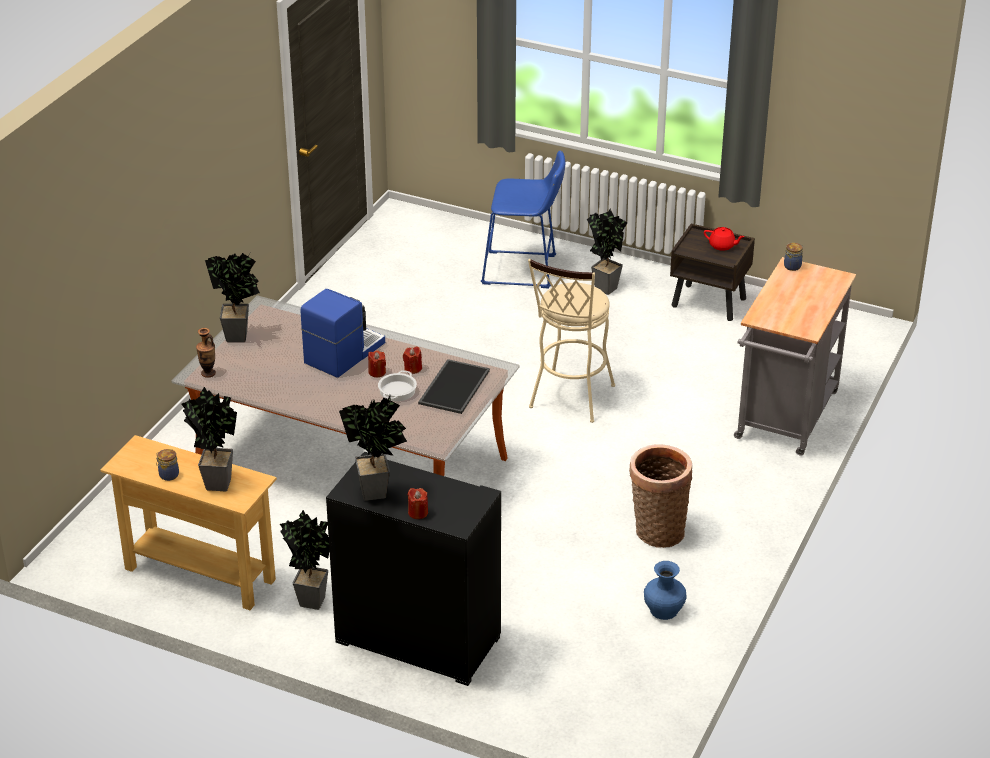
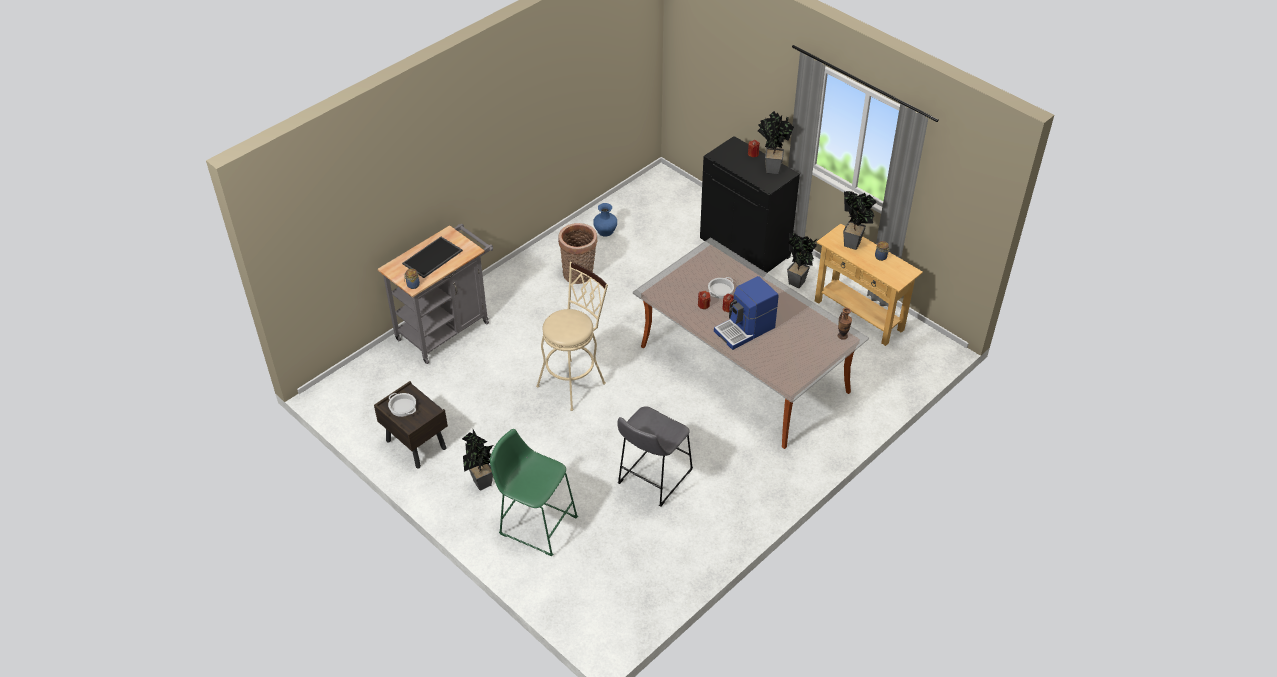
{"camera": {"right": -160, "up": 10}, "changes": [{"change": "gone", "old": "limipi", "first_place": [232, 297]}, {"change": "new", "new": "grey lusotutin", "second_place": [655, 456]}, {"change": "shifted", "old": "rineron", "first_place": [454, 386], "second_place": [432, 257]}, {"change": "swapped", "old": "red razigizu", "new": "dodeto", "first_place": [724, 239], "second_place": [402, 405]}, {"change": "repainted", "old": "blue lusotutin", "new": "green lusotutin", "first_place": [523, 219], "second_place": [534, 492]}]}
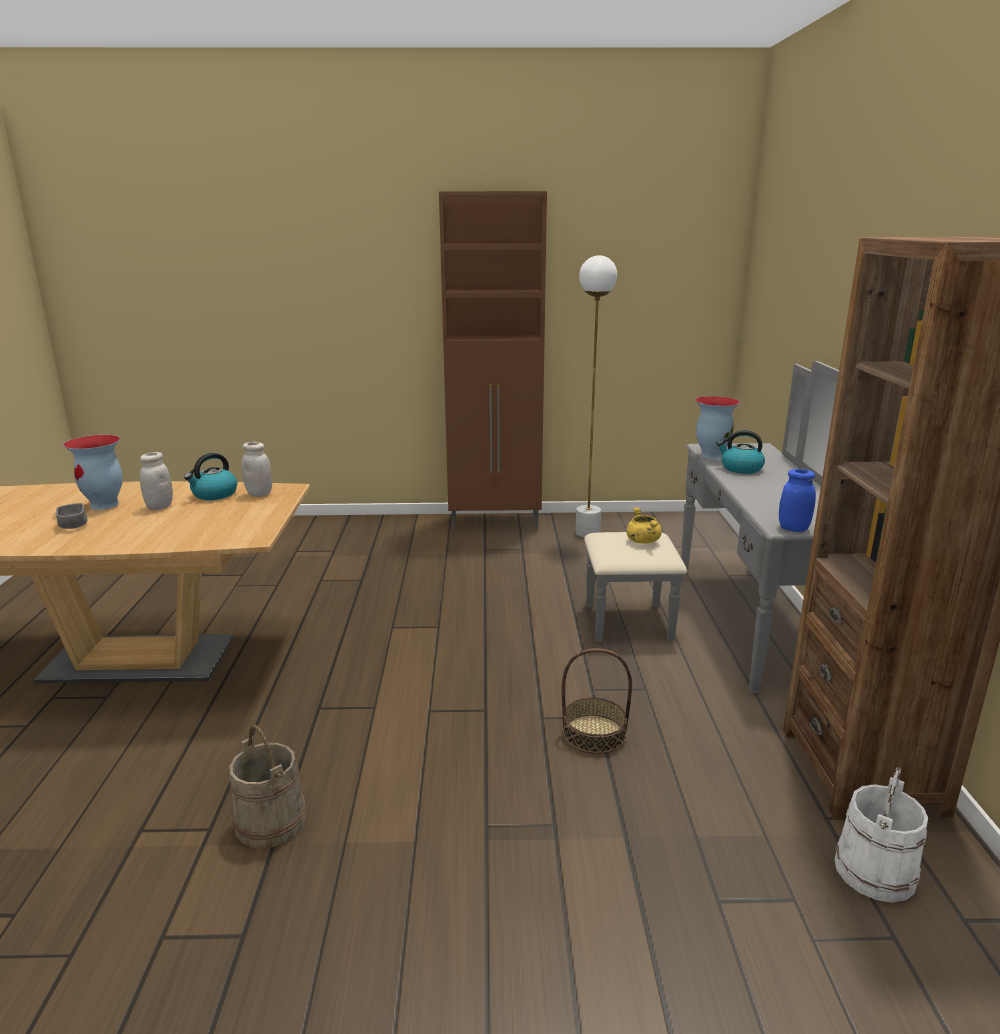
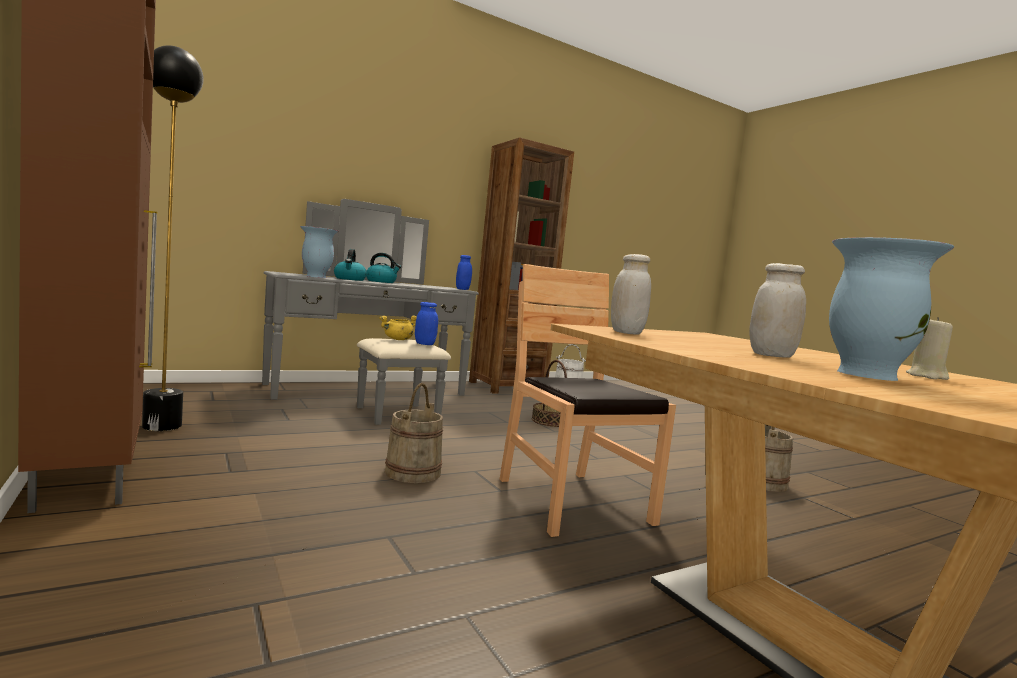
{"camera": {"right": -120, "up": -15}, "changes": [{"change": "new", "new": "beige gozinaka", "second_place": [414, 433]}, {"change": "new", "new": "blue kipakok", "second_place": [426, 323]}, {"change": "new", "new": "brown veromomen", "second_place": [588, 400]}, {"change": "shifted", "old": "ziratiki", "first_place": [210, 476], "second_place": [383, 268]}, {"change": "swapped", "old": "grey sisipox", "new": "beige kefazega", "first_place": [72, 516], "second_place": [929, 348]}, {"change": "repainted", "old": "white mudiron", "new": "black mudiron", "first_place": [596, 396], "second_place": [173, 238]}]}
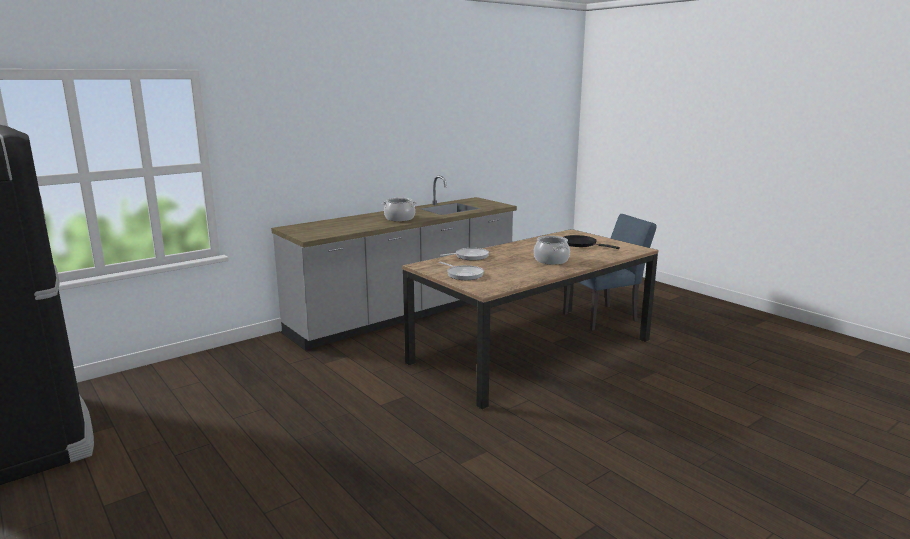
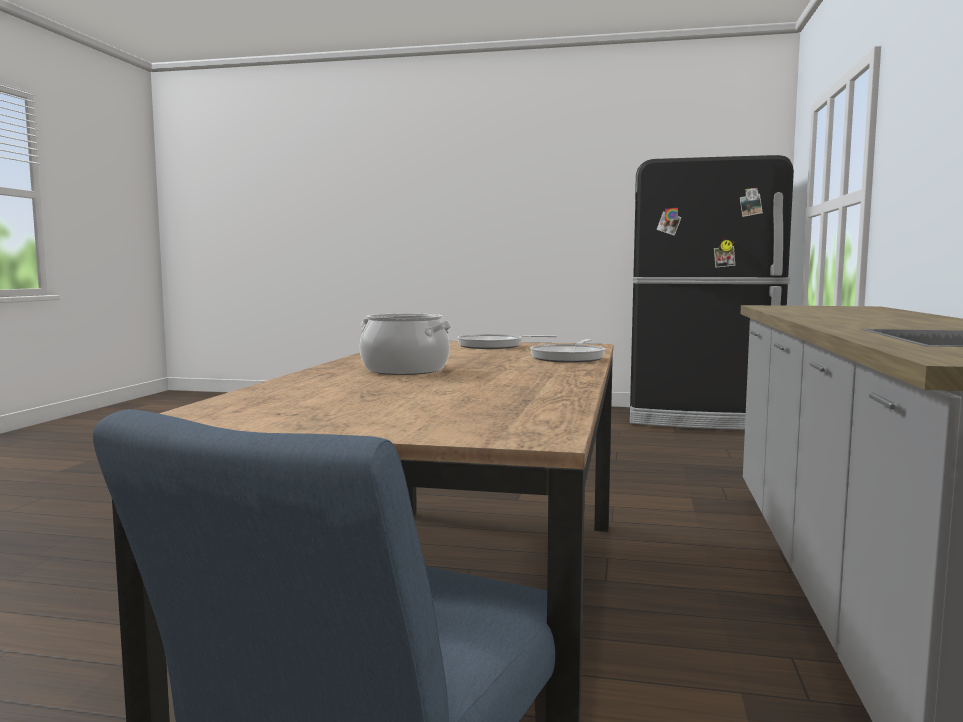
{"camera": {"right": 140, "up": -10}, "changes": [{"change": "gone", "old": "dodeto", "first_place": [399, 209]}, {"change": "gone", "old": "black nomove", "first_place": [592, 242]}]}
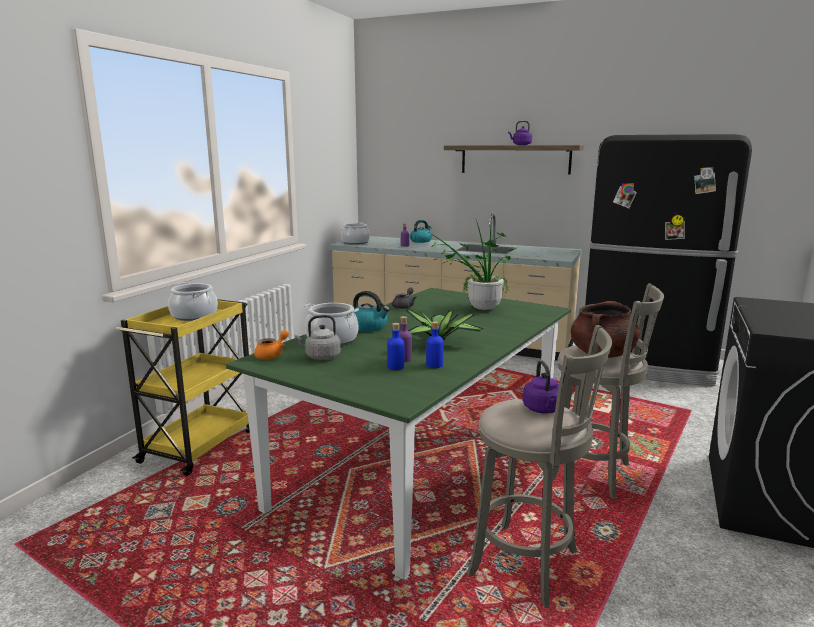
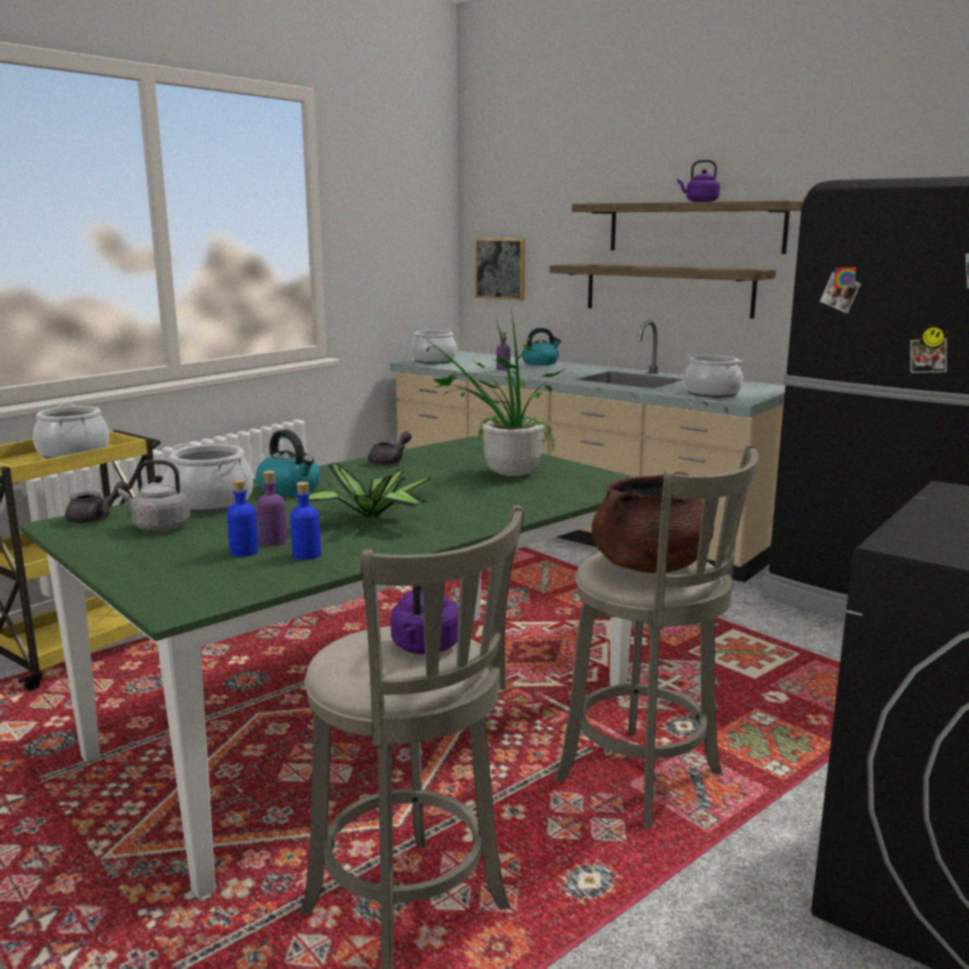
{"camera": {"right": 15, "up": 0}, "changes": [{"change": "new", "new": "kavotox", "second_place": [500, 269]}, {"change": "new", "new": "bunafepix", "second_place": [662, 291]}, {"change": "new", "new": "dodeto", "second_place": [713, 376]}, {"change": "repainted", "old": "orange razigizu", "new": "grey razigizu", "first_place": [271, 344], "second_place": [97, 502]}]}
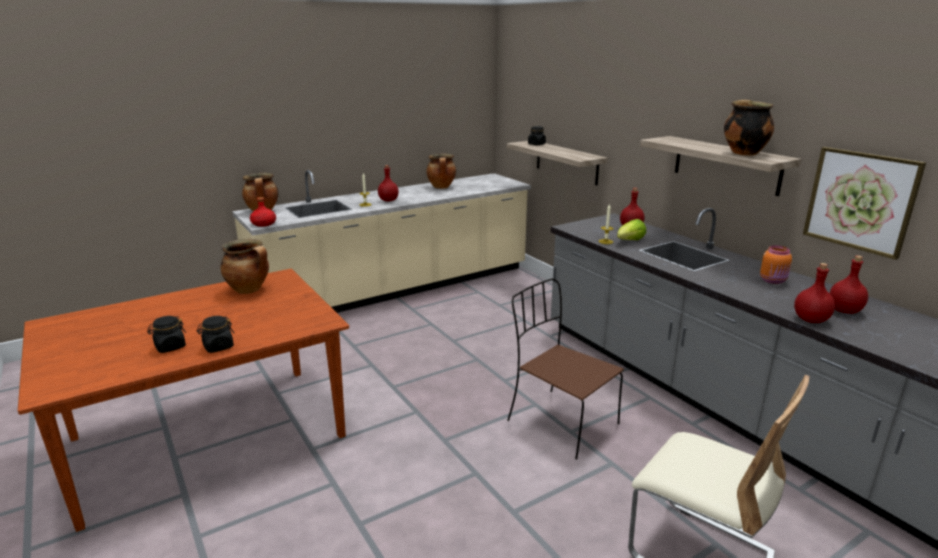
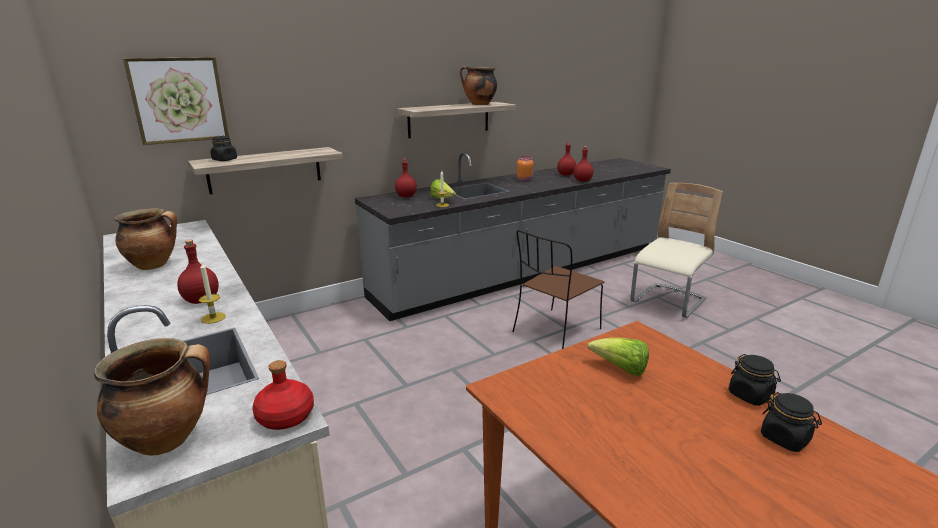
{"camera": {"right": -90, "up": 0}, "changes": [{"change": "gone", "old": "dodeto", "first_place": [245, 266]}, {"change": "new", "new": "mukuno", "second_place": [618, 357]}, {"change": "shifted", "old": "kavotox", "first_place": [864, 203], "second_place": [176, 101]}]}
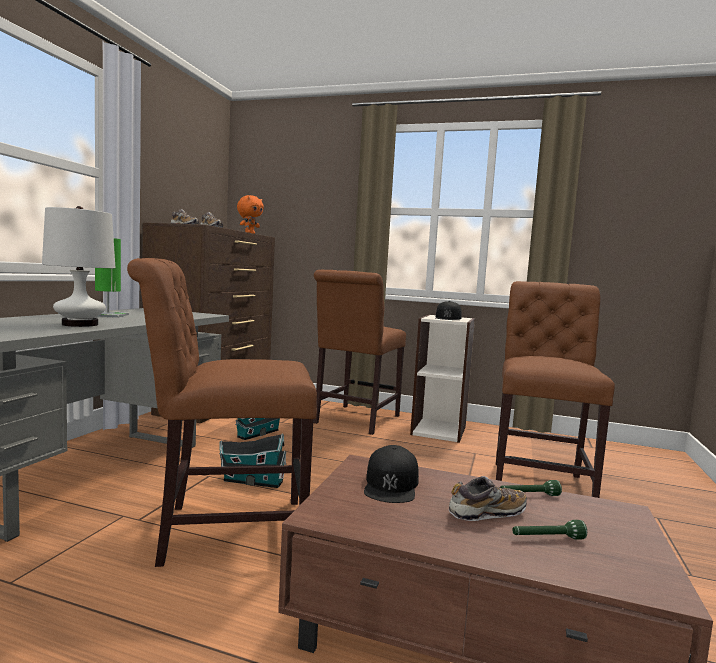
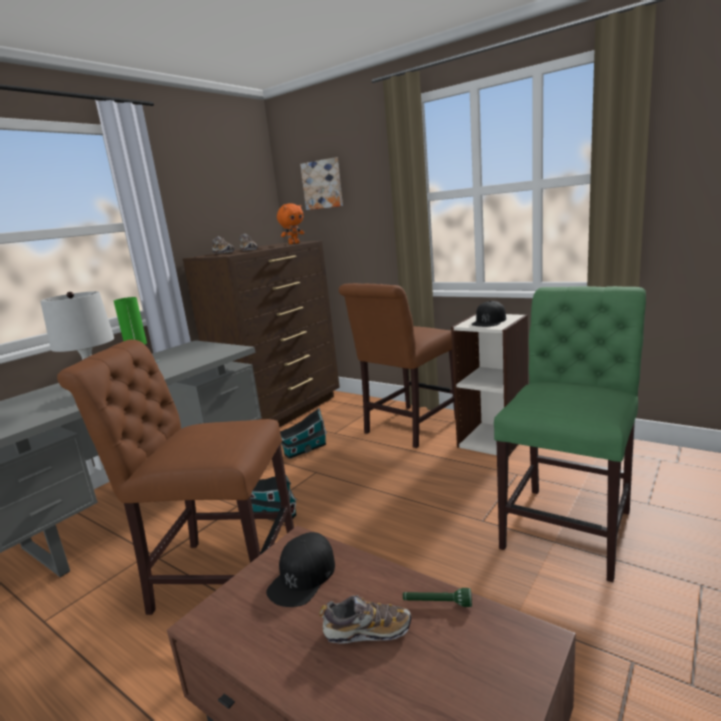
{"camera": {"right": 20, "up": 10}, "changes": [{"change": "gone", "old": "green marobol", "first_place": [549, 530]}, {"change": "new", "new": "kavotox", "second_place": [321, 183]}, {"change": "repainted", "old": "brown veromomen", "new": "green veromomen", "first_place": [555, 389], "second_place": [570, 434]}]}
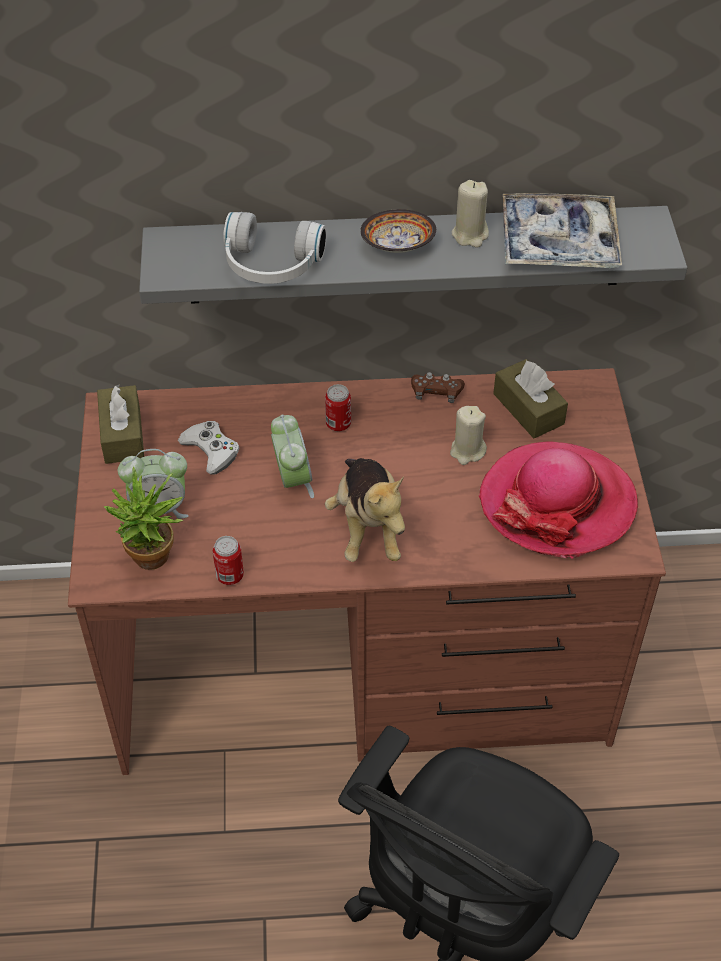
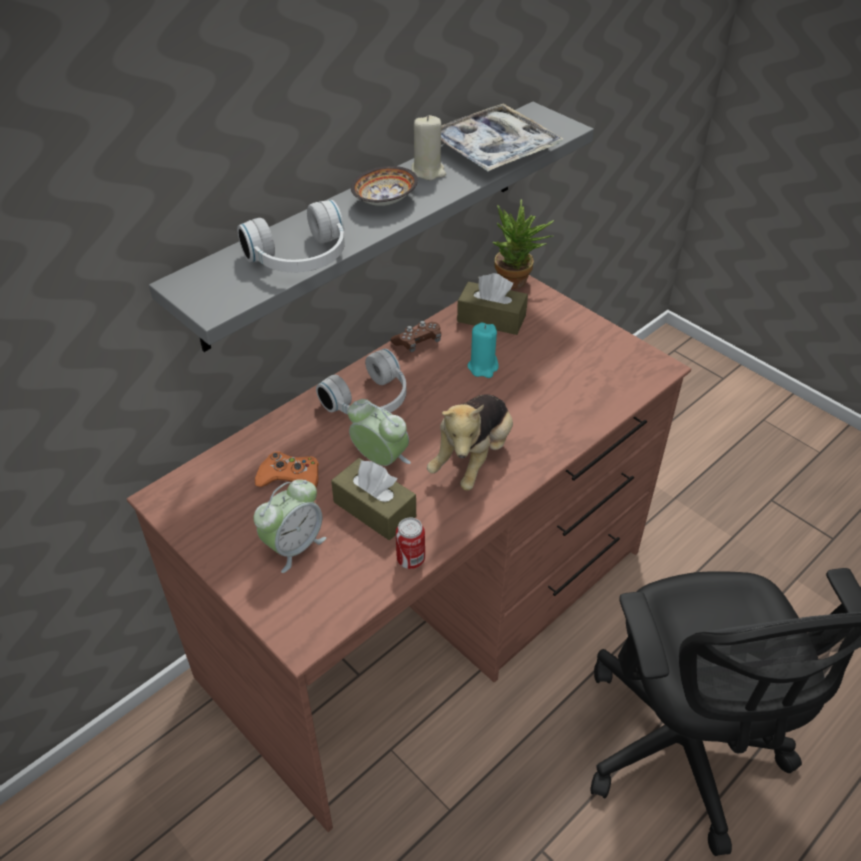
{"camera": {"right": -40, "up": -5}, "changes": [{"change": "gone", "old": "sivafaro", "first_place": [558, 500]}, {"change": "shifted", "old": "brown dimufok", "first_place": [120, 424], "second_place": [373, 499]}, {"change": "shifted", "old": "limipi", "first_place": [143, 518], "second_place": [523, 244]}, {"change": "swapped", "old": "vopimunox", "new": "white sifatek", "first_place": [338, 407], "second_place": [361, 382]}, {"change": "repainted", "old": "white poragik", "new": "orange poragik", "first_place": [208, 448], "second_place": [287, 470]}, {"change": "repainted", "old": "beige kefazega", "new": "turquoise kefazega", "first_place": [468, 435], "second_place": [483, 350]}, {"change": "rotated", "old": "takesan", "first_place": [365, 510], "second_place": [470, 442], "degrees": 75}]}
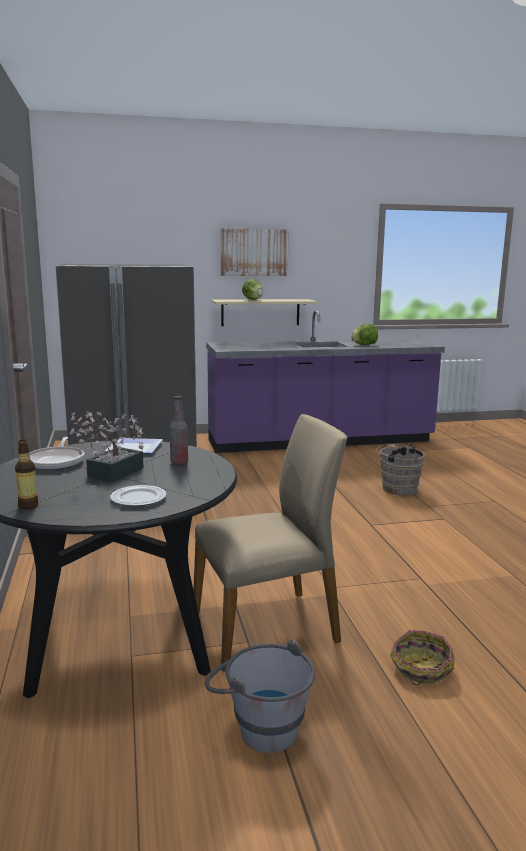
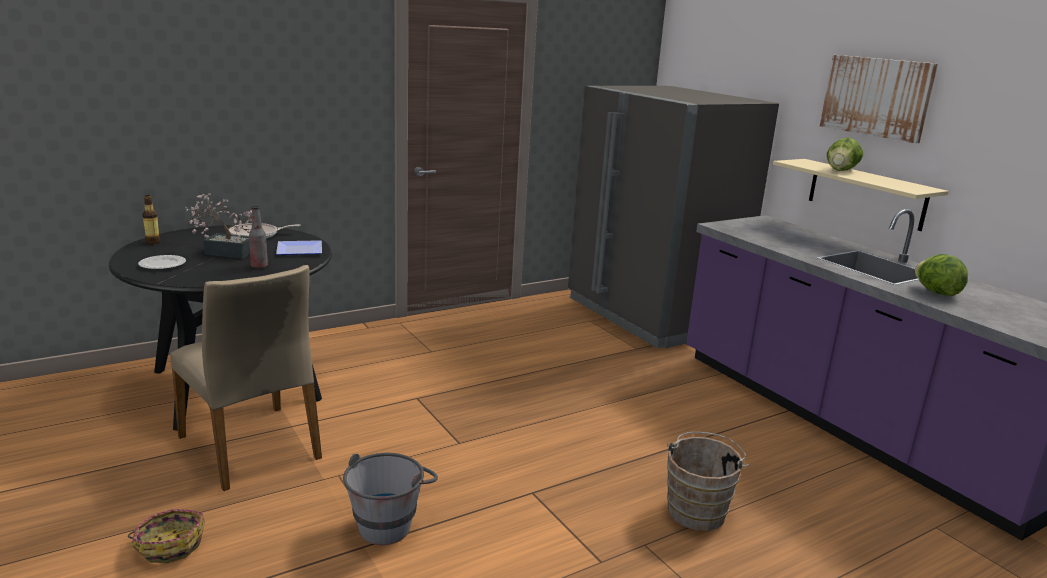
{"camera": {"right": 70, "up": 5}, "changes": [{"change": "shifted", "old": "grey gozinaka", "first_place": [260, 696], "second_place": [390, 499]}]}
